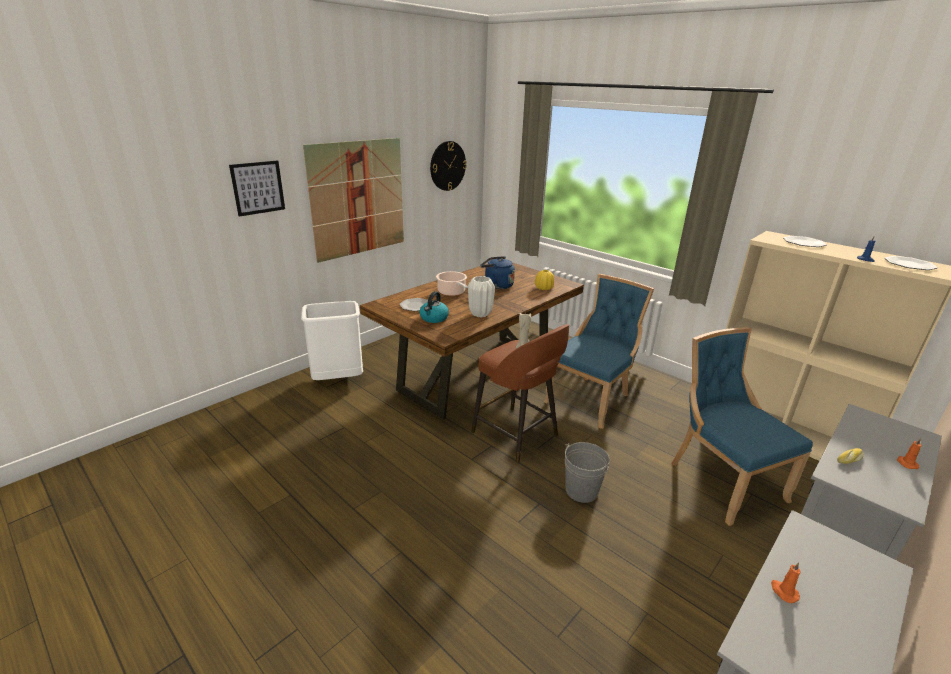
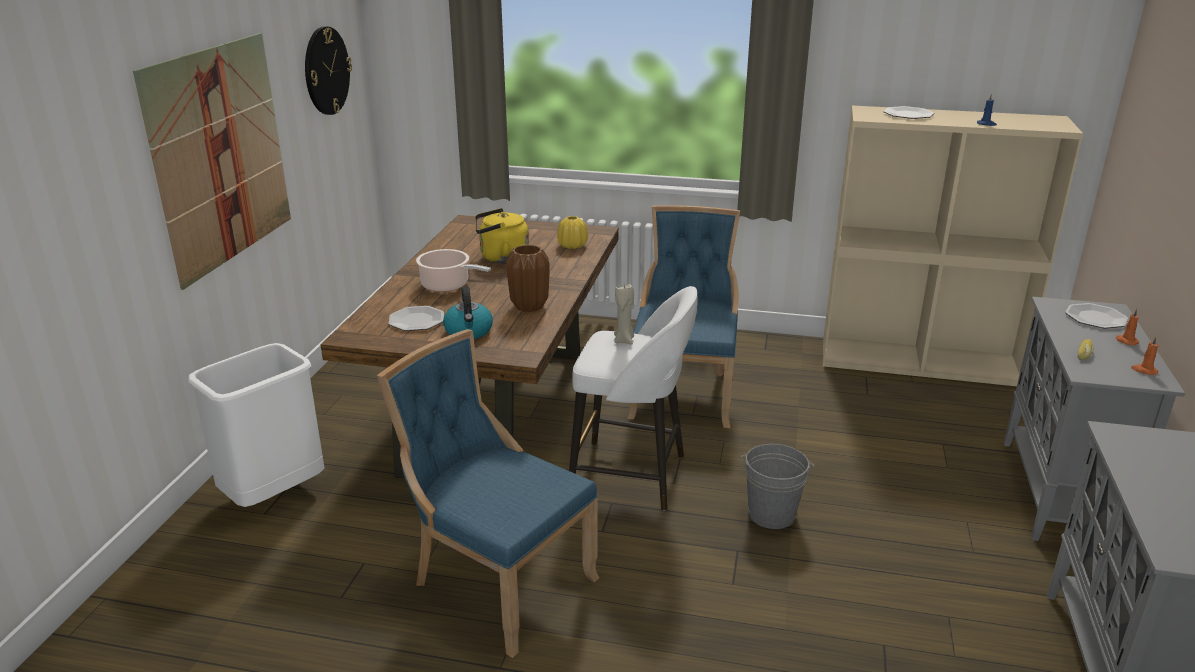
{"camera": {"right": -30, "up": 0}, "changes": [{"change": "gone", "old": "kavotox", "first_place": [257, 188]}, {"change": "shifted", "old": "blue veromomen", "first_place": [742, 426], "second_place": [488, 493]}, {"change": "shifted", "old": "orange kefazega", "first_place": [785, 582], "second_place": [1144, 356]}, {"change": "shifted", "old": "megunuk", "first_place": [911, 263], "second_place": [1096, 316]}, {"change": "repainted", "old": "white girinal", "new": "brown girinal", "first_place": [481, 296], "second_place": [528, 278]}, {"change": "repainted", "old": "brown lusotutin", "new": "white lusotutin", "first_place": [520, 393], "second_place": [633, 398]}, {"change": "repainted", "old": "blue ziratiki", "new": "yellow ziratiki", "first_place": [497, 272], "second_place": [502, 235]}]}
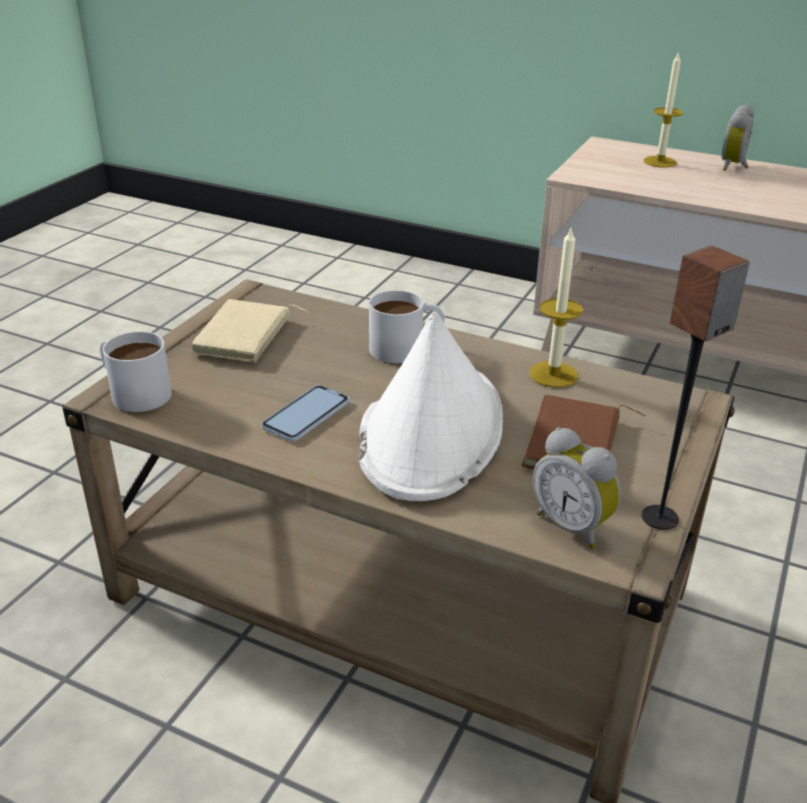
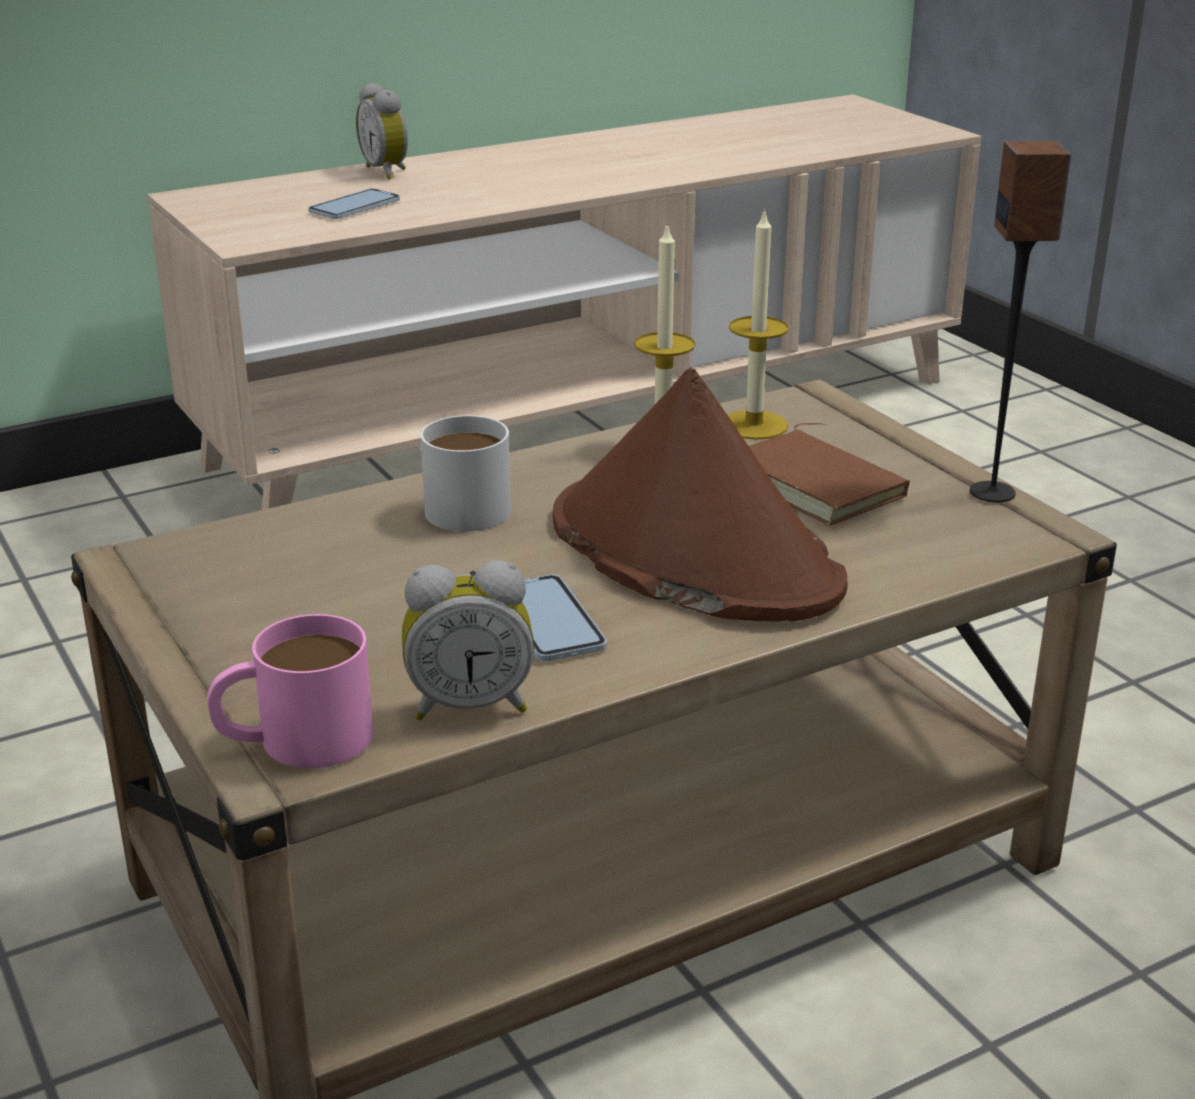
{"camera": {"right": -55, "up": -5}, "changes": [{"change": "gone", "old": "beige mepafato", "first_place": [250, 331]}, {"change": "new", "new": "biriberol", "second_place": [354, 204]}, {"change": "shifted", "old": "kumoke", "first_place": [576, 488], "second_place": [468, 640]}, {"change": "shifted", "old": "kefazega", "first_place": [663, 109], "second_place": [758, 324]}, {"change": "repainted", "old": "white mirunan", "new": "pink mirunan", "first_place": [136, 371], "second_place": [290, 691]}, {"change": "repainted", "old": "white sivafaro", "new": "brown sivafaro", "first_place": [431, 406], "second_place": [700, 494]}]}
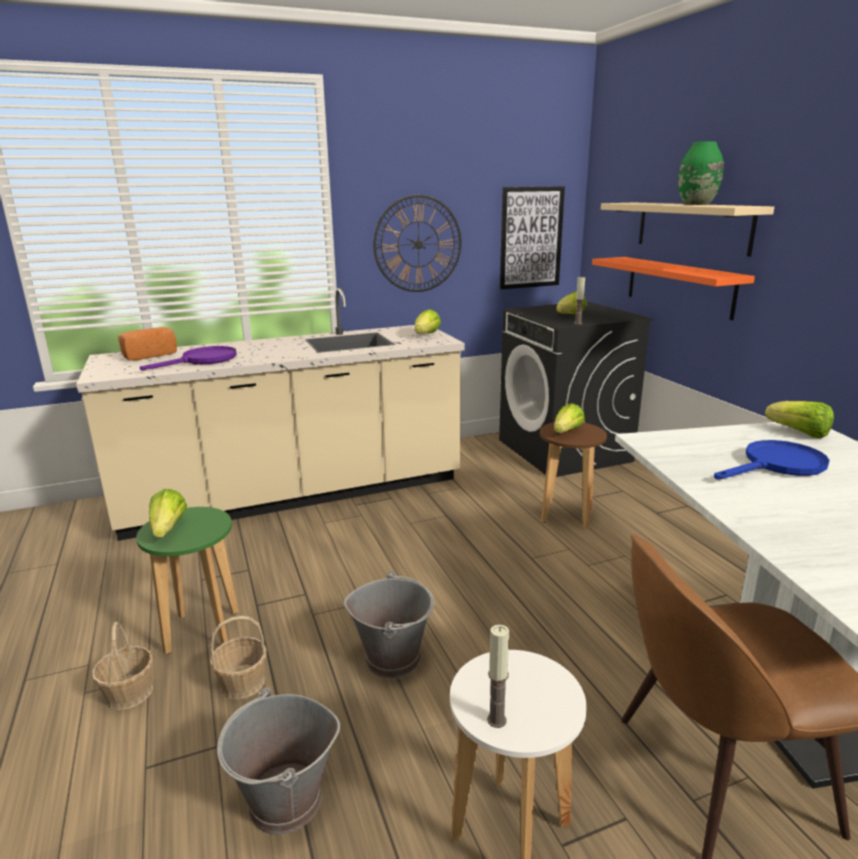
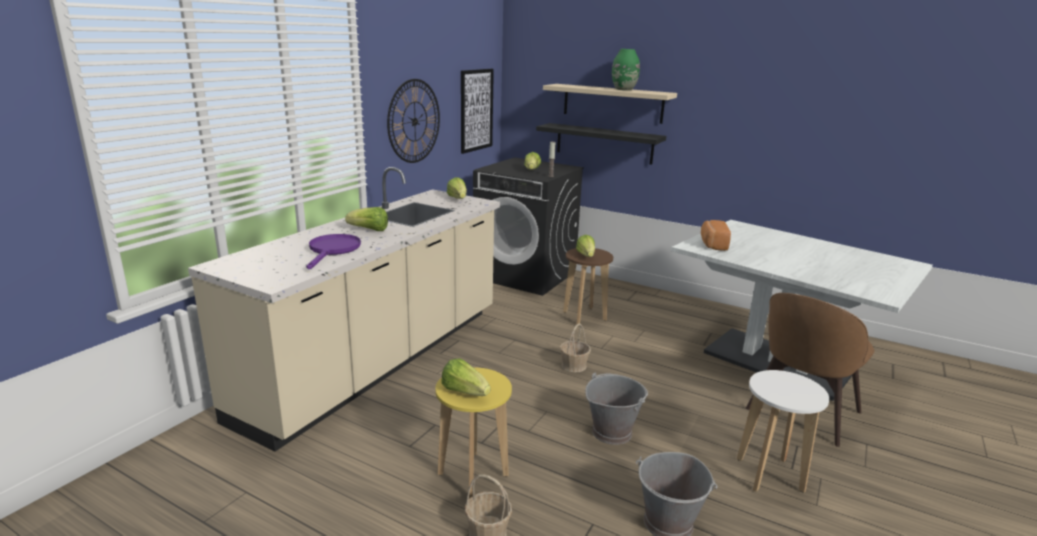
{"camera": {"right": -40, "up": 0}, "changes": [{"change": "gone", "old": "kefazega", "first_place": [498, 676]}, {"change": "gone", "old": "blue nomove", "first_place": [772, 460]}, {"change": "shifted", "old": "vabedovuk", "first_place": [147, 344], "second_place": [716, 235]}, {"change": "shifted", "old": "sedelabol", "first_place": [238, 658], "second_place": [575, 347]}, {"change": "shifted", "old": "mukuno", "first_place": [799, 419], "second_place": [366, 219]}, {"change": "repainted", "old": "green lusotutin", "new": "yellow lusotutin", "first_place": [187, 581], "second_place": [473, 433]}, {"change": "repainted", "old": "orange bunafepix", "new": "black bunafepix", "first_place": [673, 288], "second_place": [601, 144]}]}
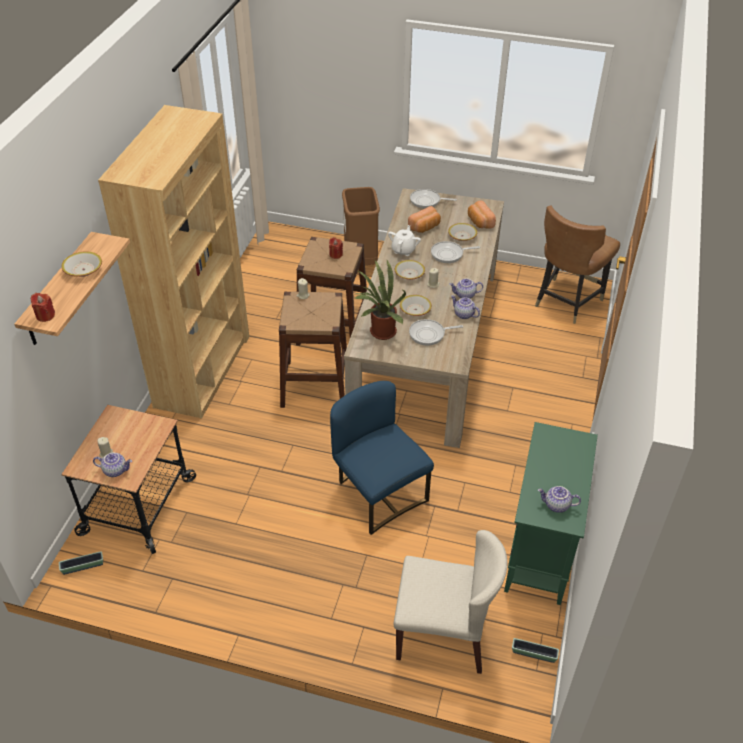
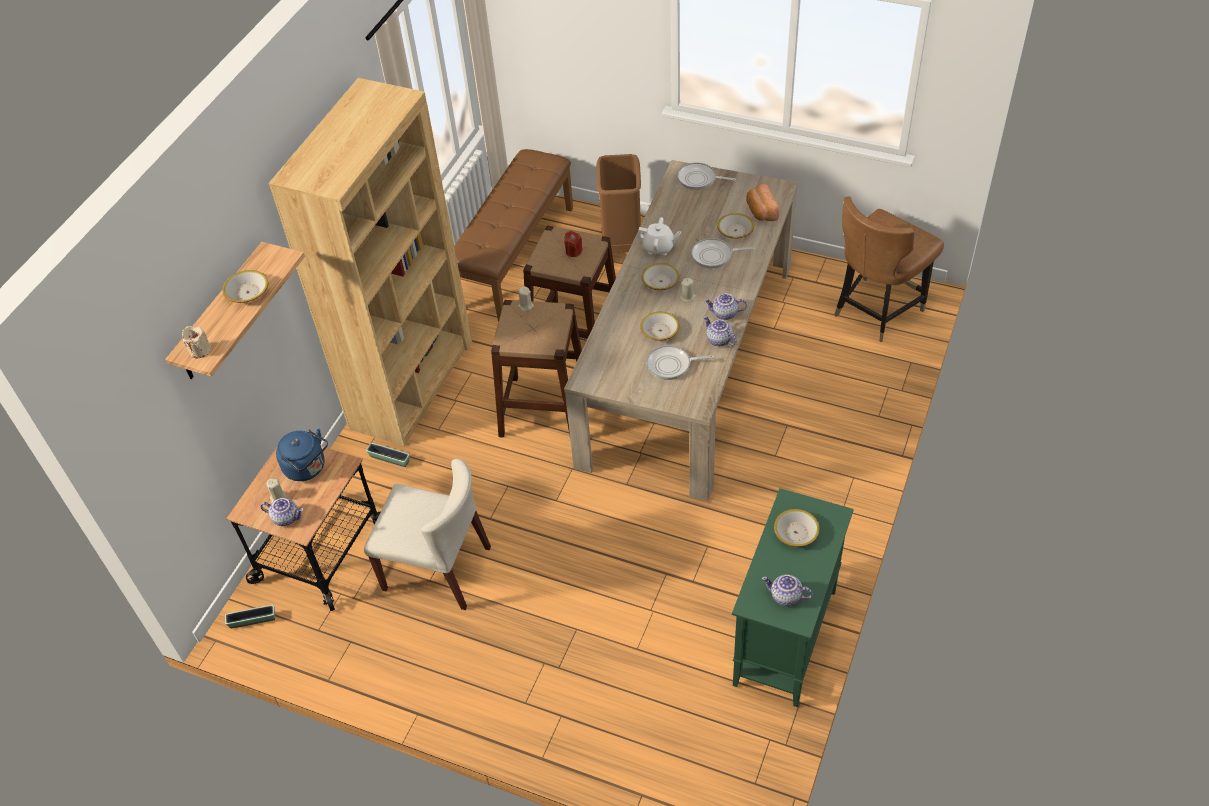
{"camera": {"right": 10, "up": 5}, "changes": [{"change": "gone", "old": "blue veromomen", "first_place": [382, 458]}, {"change": "gone", "old": "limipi", "first_place": [380, 300]}, {"change": "gone", "old": "vabedovuk", "first_place": [424, 219]}, {"change": "new", "new": "blue ziratiki", "second_place": [302, 455]}, {"change": "new", "new": "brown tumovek", "second_place": [513, 235]}, {"change": "new", "new": "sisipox", "second_place": [797, 528]}, {"change": "shifted", "old": "beige veromomen", "first_place": [450, 602], "second_place": [427, 534]}, {"change": "shifted", "old": "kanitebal", "first_place": [535, 650], "second_place": [388, 455]}, {"change": "repainted", "old": "red kefazega", "new": "beige kefazega", "first_place": [43, 307], "second_place": [196, 342]}, {"change": "rotated", "old": "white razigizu", "first_place": [404, 240], "second_place": [658, 236], "degrees": 75}]}
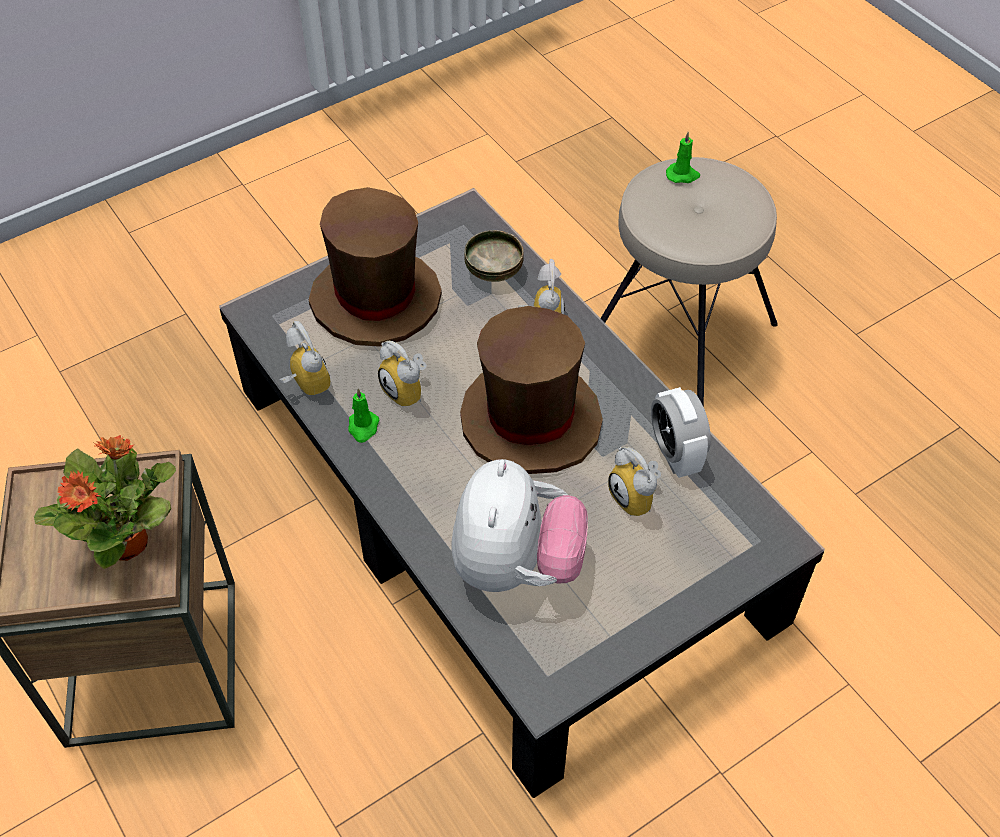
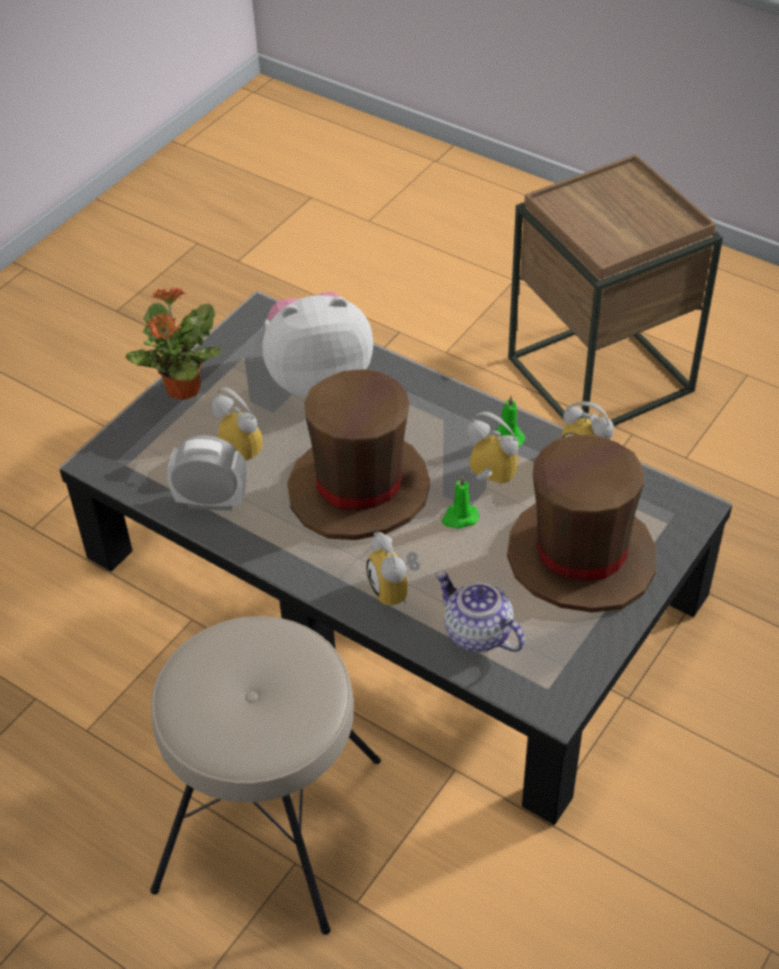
{"camera": {"right": 160, "up": -5}, "changes": [{"change": "shifted", "old": "limipi", "first_place": [105, 502], "second_place": [173, 343]}, {"change": "shifted", "old": "green kefazega", "first_place": [683, 157], "second_place": [460, 502]}, {"change": "swapped", "old": "sisipox", "new": "razigizu", "first_place": [494, 256], "second_place": [480, 611]}, {"change": "rotated", "old": "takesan", "first_place": [519, 525], "second_place": [318, 345], "degrees": 90}, {"change": "rotated", "old": "kumoke", "first_place": [681, 432], "second_place": [207, 473], "degrees": -45}]}
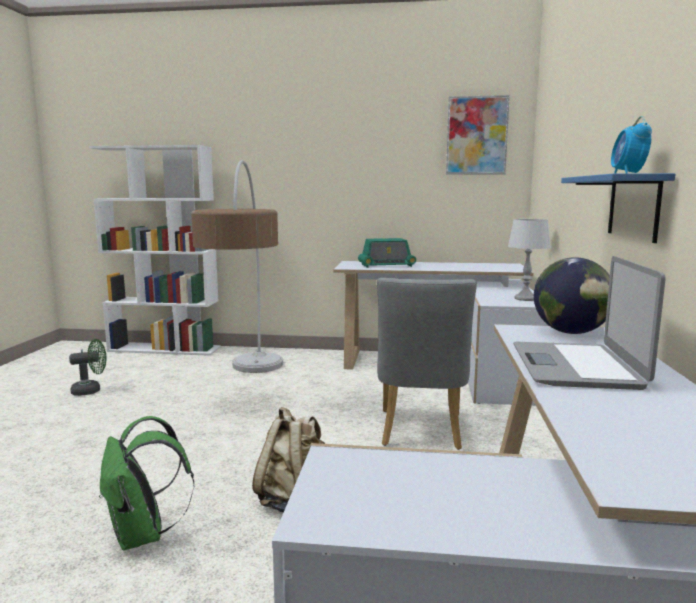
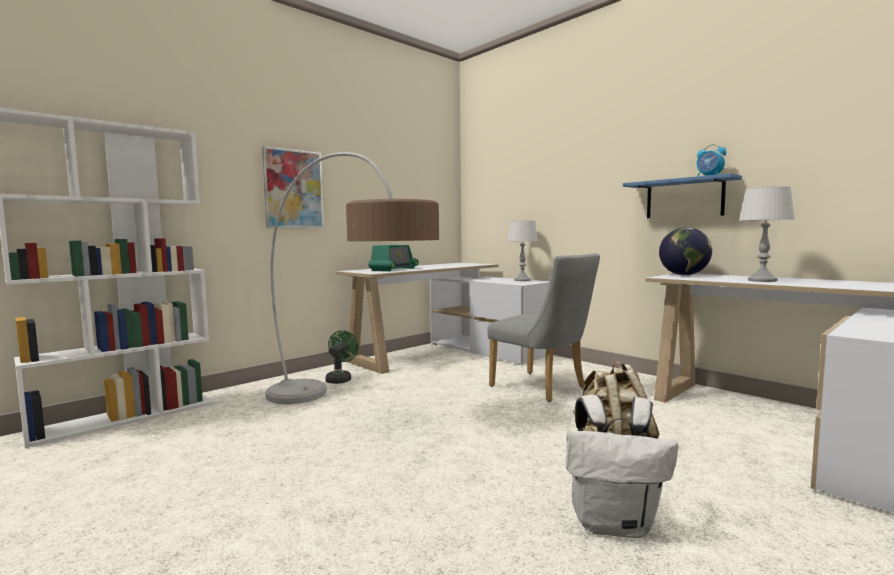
{"camera": {"right": -50, "up": -5}, "changes": [{"change": "shifted", "old": "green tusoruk", "first_place": [88, 367], "second_place": [342, 357]}, {"change": "shifted", "old": "kavotox", "first_place": [478, 135], "second_place": [293, 187]}, {"change": "swapped", "old": "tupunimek", "new": "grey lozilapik", "first_place": [589, 323], "second_place": [766, 234]}, {"change": "repainted", "old": "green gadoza", "new": "white gadoza", "first_place": [147, 483], "second_place": [622, 466]}]}
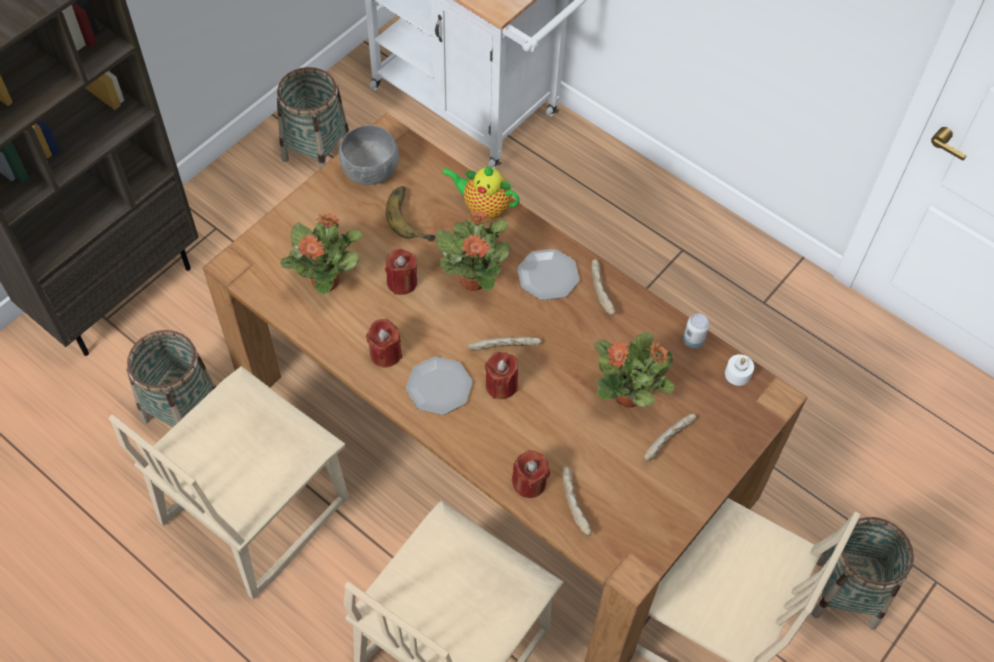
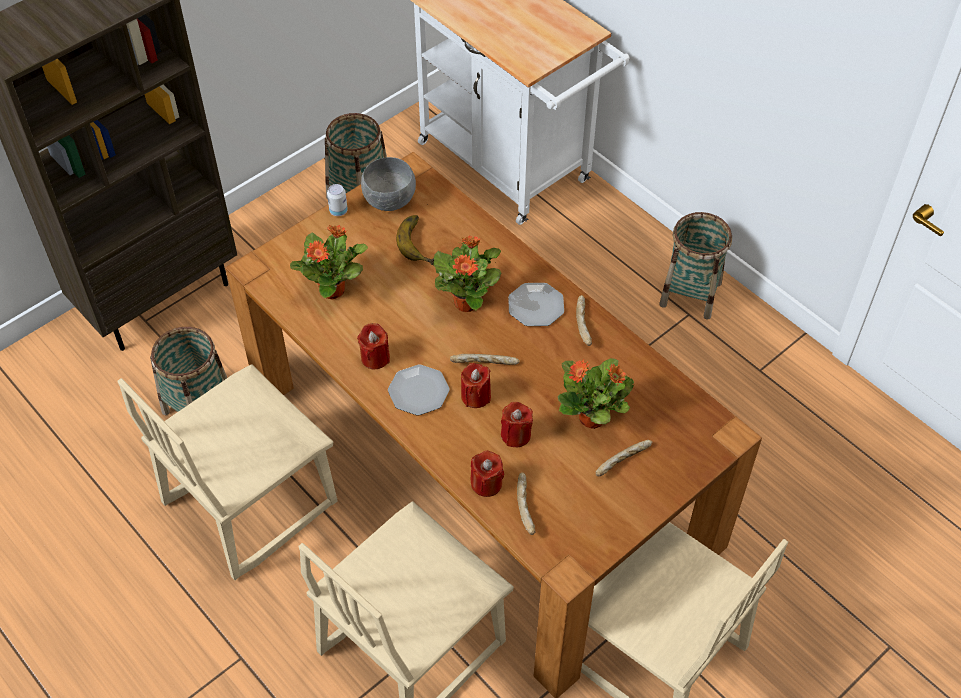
{"camera": {"right": 10, "up": -5}, "changes": [{"change": "gone", "old": "razigizu", "first_place": [481, 193]}, {"change": "gone", "old": "white kefazega", "first_place": [739, 370]}, {"change": "shifted", "old": "red kefazega", "first_place": [401, 272], "second_place": [517, 424]}, {"change": "shifted", "old": "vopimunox", "first_place": [696, 330], "second_place": [337, 200]}, {"change": "shifted", "old": "sedelabol", "first_place": [862, 573], "second_place": [695, 265]}]}
